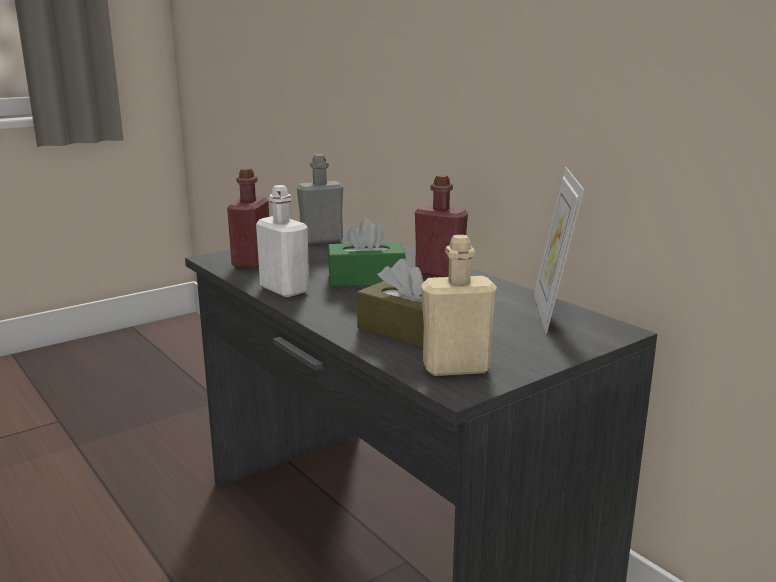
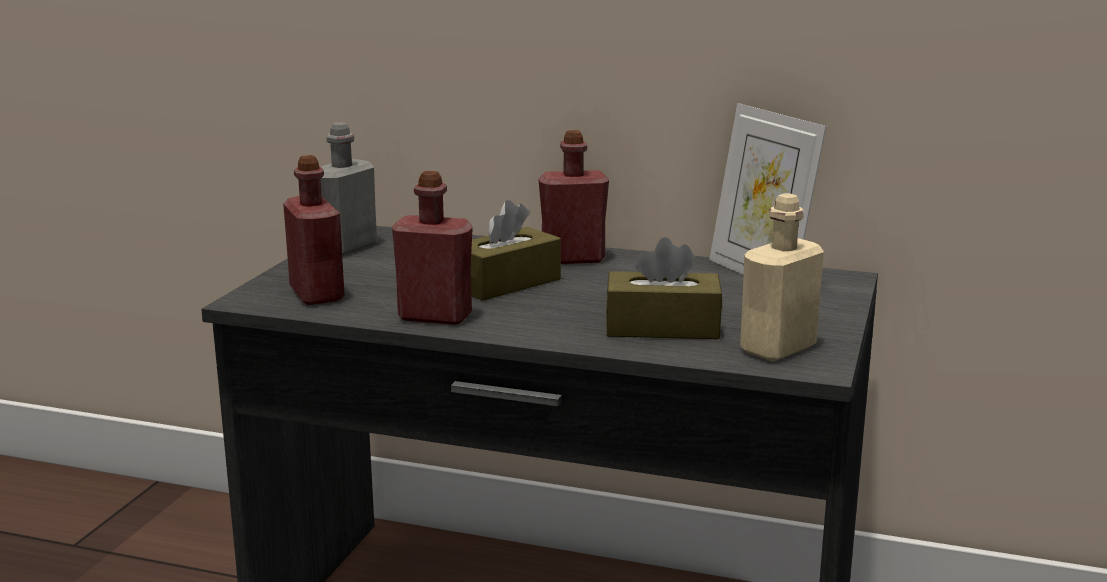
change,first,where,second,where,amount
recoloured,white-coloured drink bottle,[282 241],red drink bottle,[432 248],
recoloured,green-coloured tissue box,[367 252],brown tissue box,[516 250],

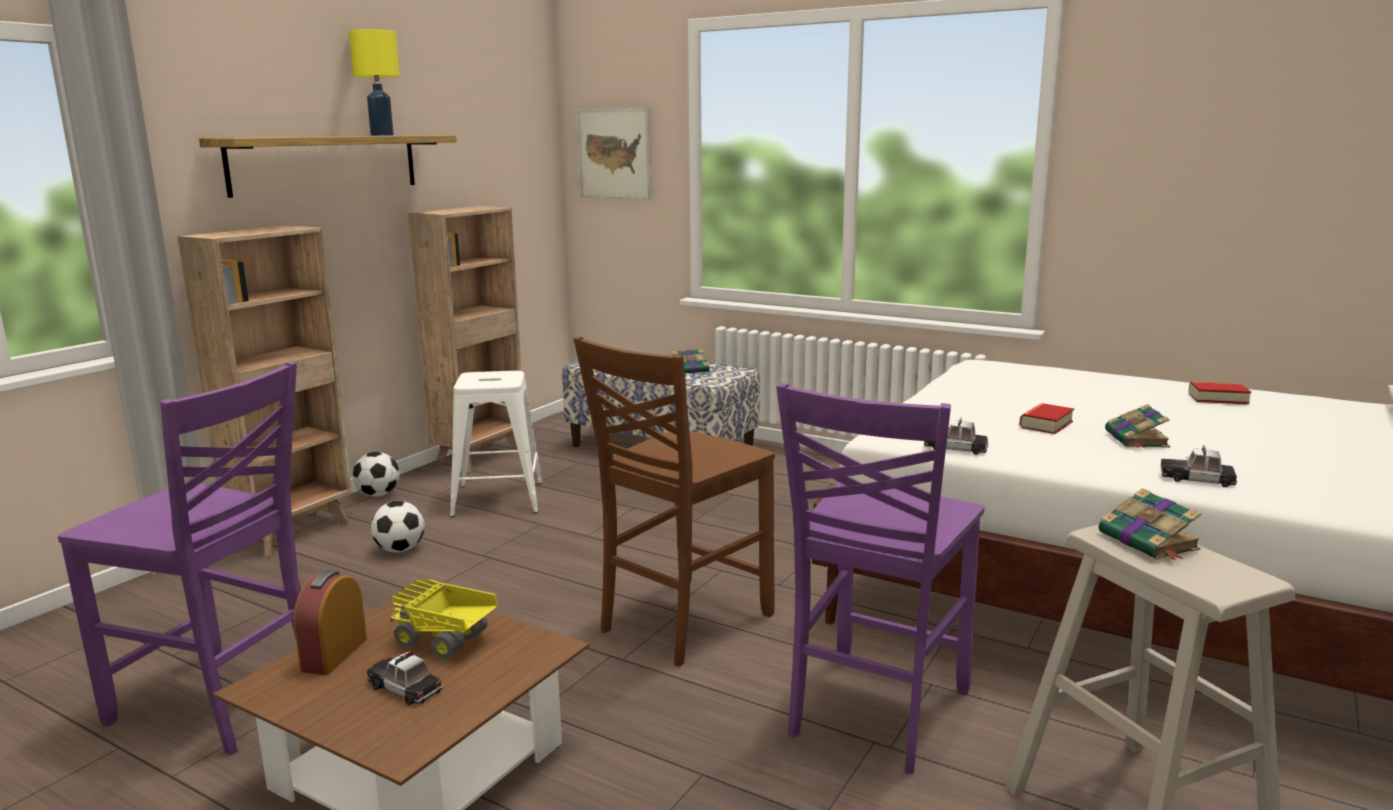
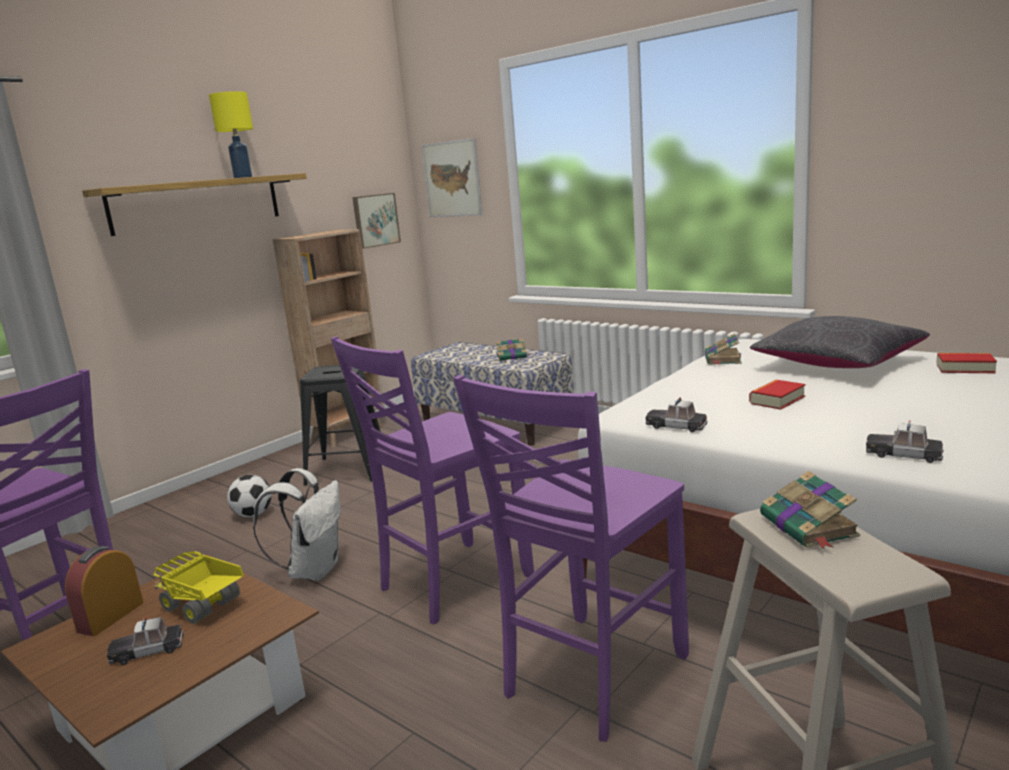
change,first,where,second,where,amount
turned,miniature car,[405 678],,[145 641],60 degrees counterclockwise
added,,,white-coloured backpack,[297 524],
recoloured,white-coloured stool,[496 444],blackish stool,[340 425],
recoloured,brown chair,[674 501],purple chair,[432 480],
added,,,wall picture,[376 221],
moved,book,[1137 426],,[723 349],
added,,,blackish throw pillow,[840 342],
removed,brown bookshelf,[264 391],,,
removed,football ball,[375 474],,,

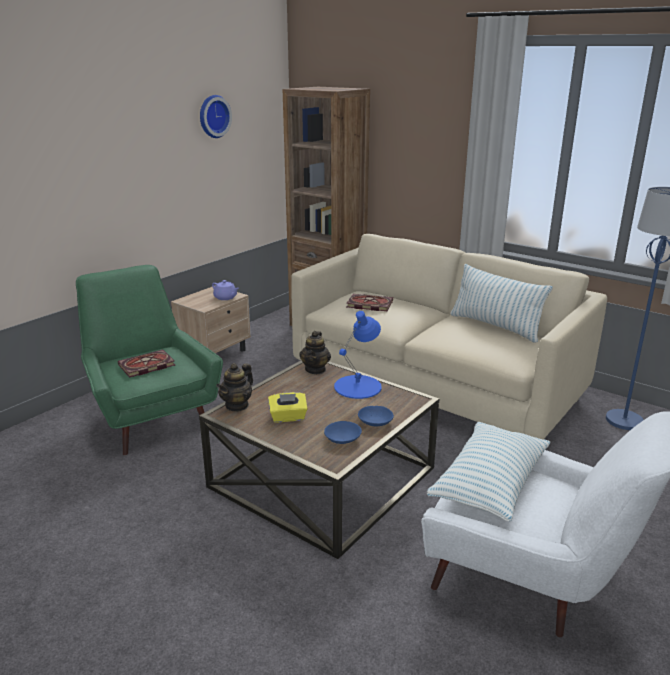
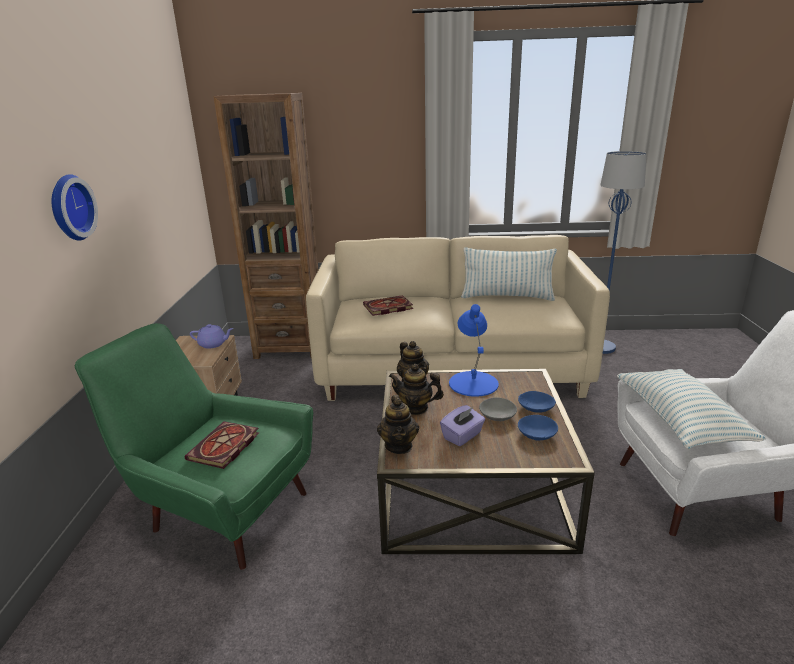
change,first,where,second,where,amount
moved,wall clock,[216 116],,[75 207],
added,,,teapot,[416 389],
recoloured,yellow tissue box,[288 407],purple tissue box,[462 425],
added,,,gray deep dish,[498 409],

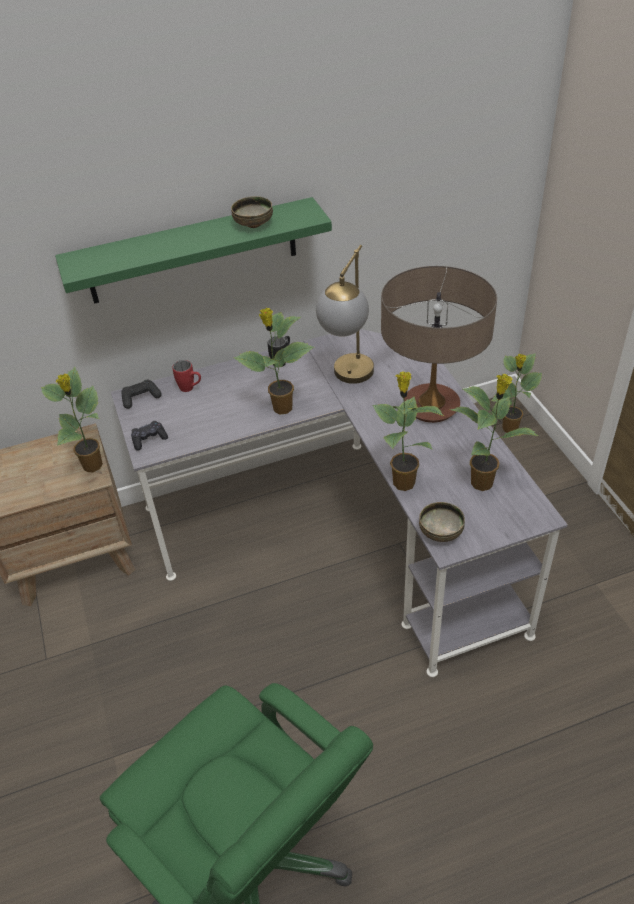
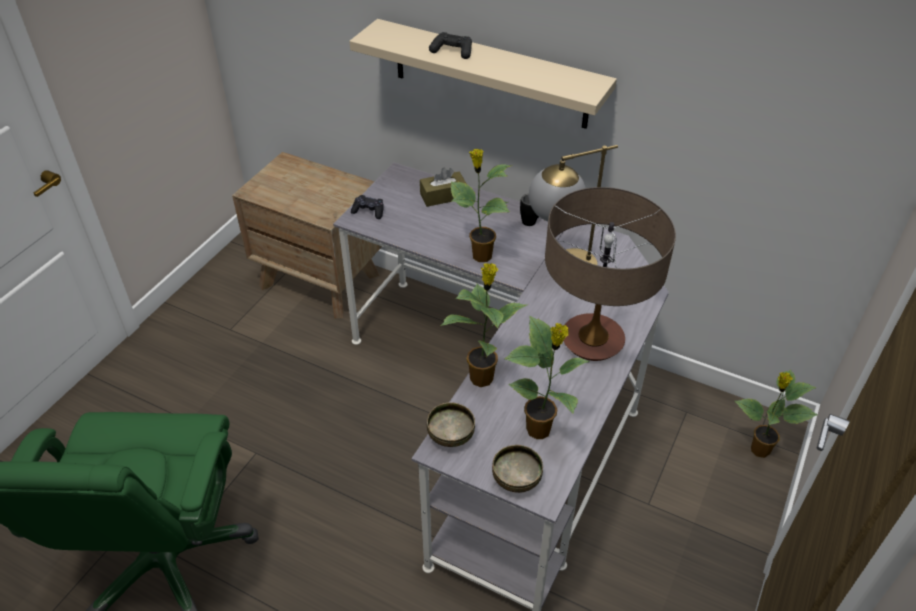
change,first,where,second,where,amount
recoloured,green-coloured wall shelf,[193 250],beige wall shelf,[483 74],
replaced,red mug,[186 376],brown tissue box,[443 187],
moved,blackish joypad,[141 394],,[450 45],
moved,deep dish,[252 212],,[517 469],
removed,potted plant,[72 419],,,

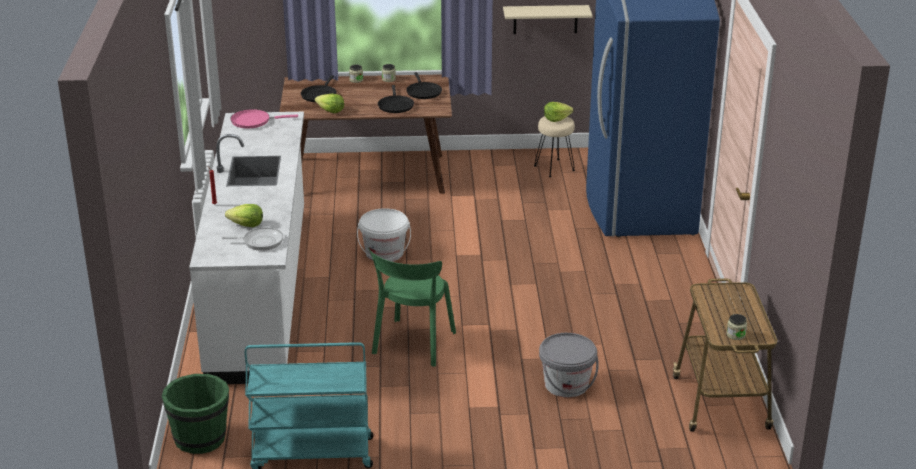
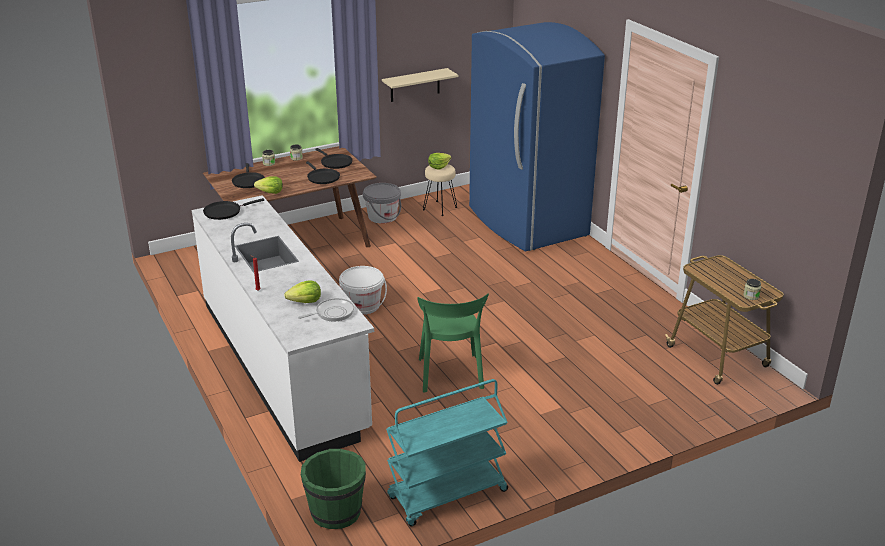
change,first,where,second,where,amount
recoloured,pinkish frying pan,[264 118],blackish frying pan,[233 209],
moved,gray pail,[569 365],,[382 203],

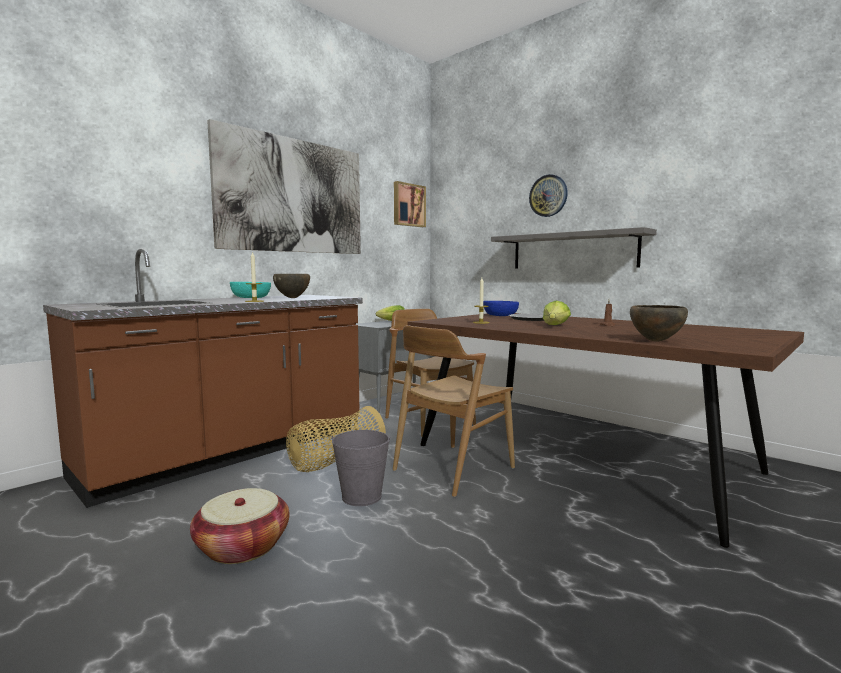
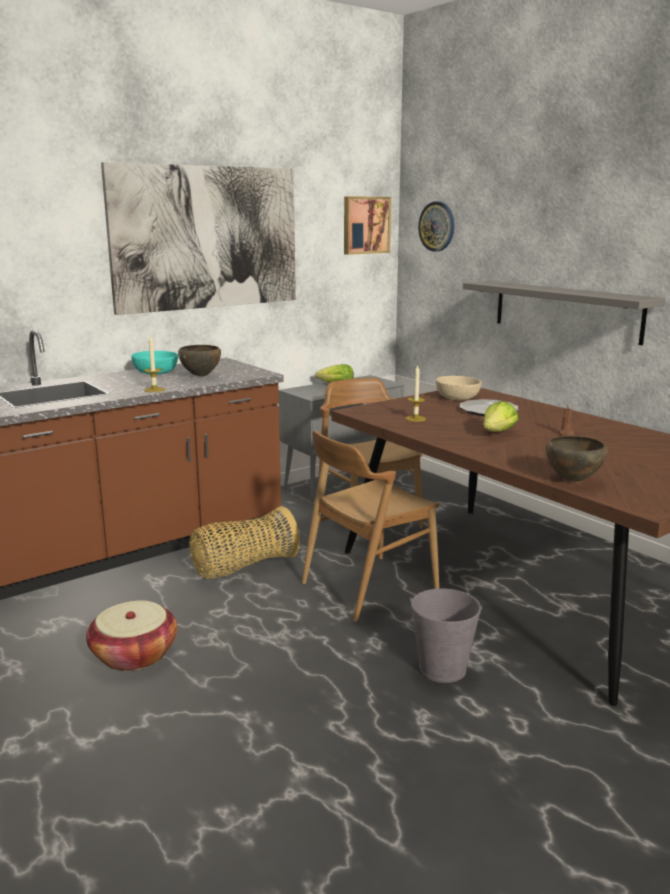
change,first,where,second,where,amount
moved,gray pail,[360 468],,[446 635],
moved,wall clock,[548 195],,[436 227],
recoloured,bluish deep dish,[501 308],beige deep dish,[458 388],

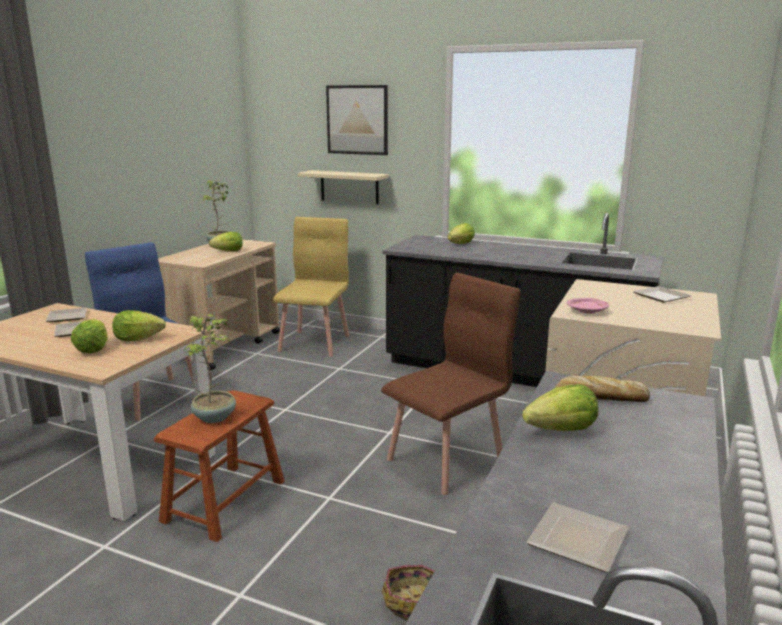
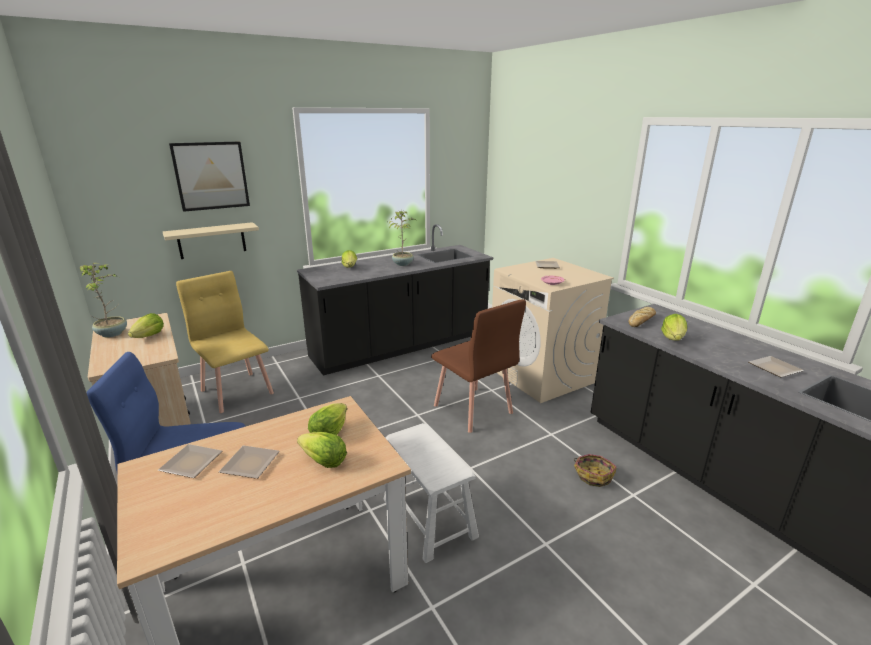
change,first,where,second,where,amount
recoloured,brown stool,[219 466],white-coloured stool,[431 493],
moved,potted plant,[210 368],,[402 238],
turned,brown chair,[450 384],,[478 366],150 degrees clockwise

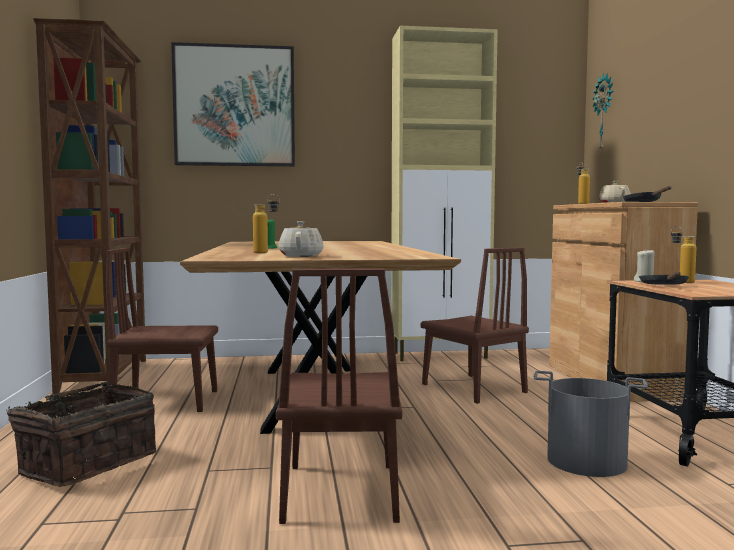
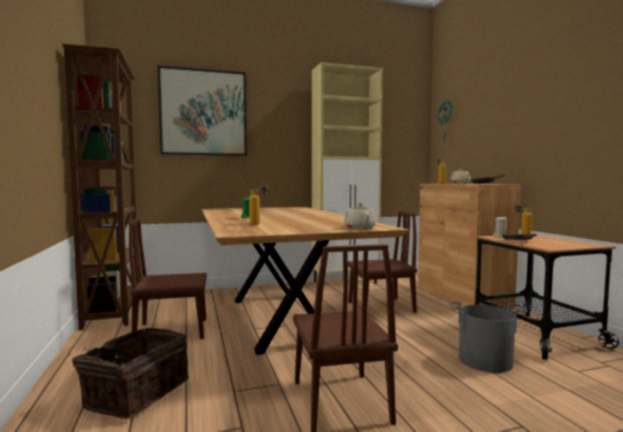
change,first,where,second,where,amount
moved,beige teapot,[301 239],,[360 216],
turned,brown chair,[475 325],,[382 262],60 degrees counterclockwise

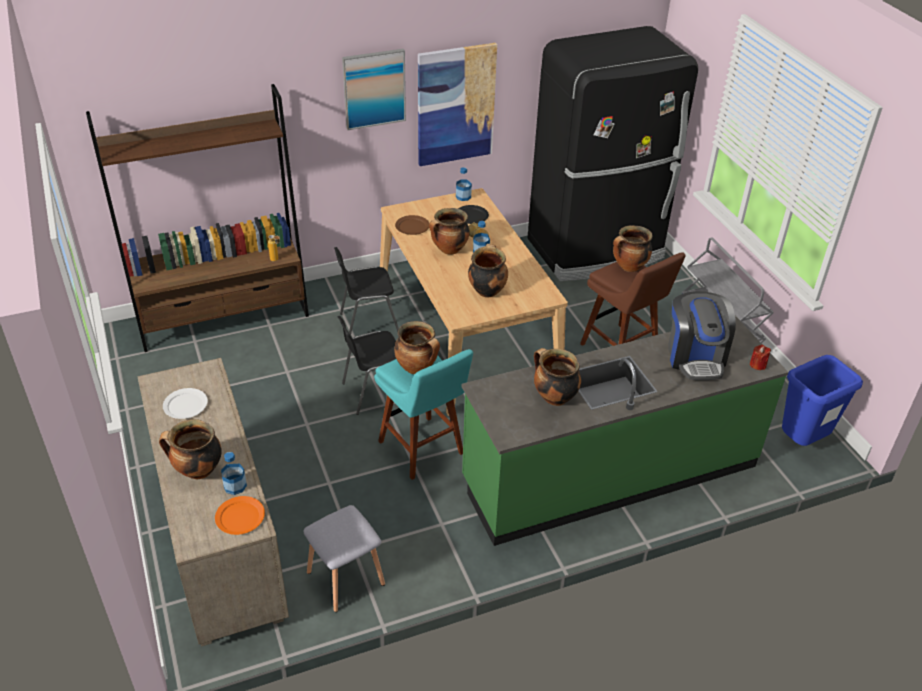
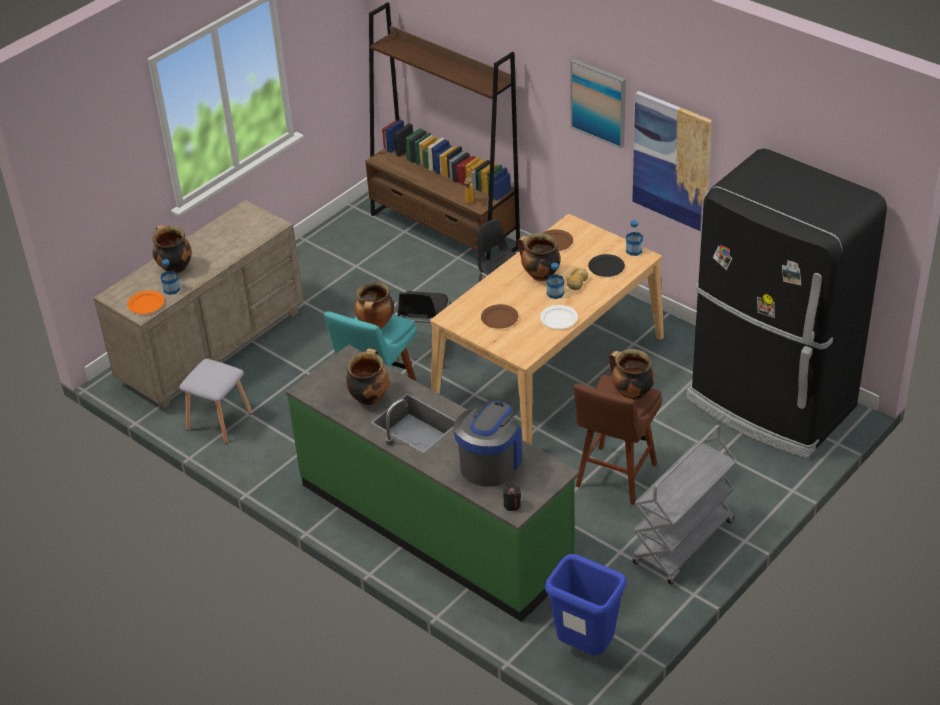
change,first,where,second,where,amount
turned,blackish chair,[367 365],,[423 330],120 degrees counterclockwise
turned,coffee maker,[702 335],,[487 444],150 degrees clockwise
replaced,cooking pot,[488 271],brown plate,[500 316],
recoloured,red wax candle,[760 357],blackish wax candle,[512 497],
moved,white-coloured plate,[185 403],,[559 317],

